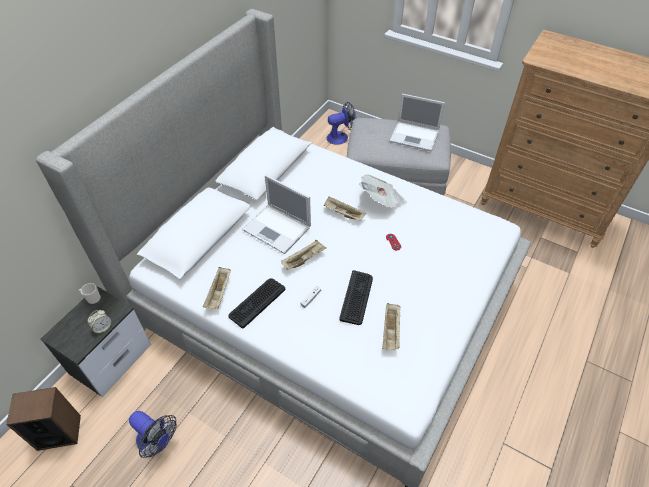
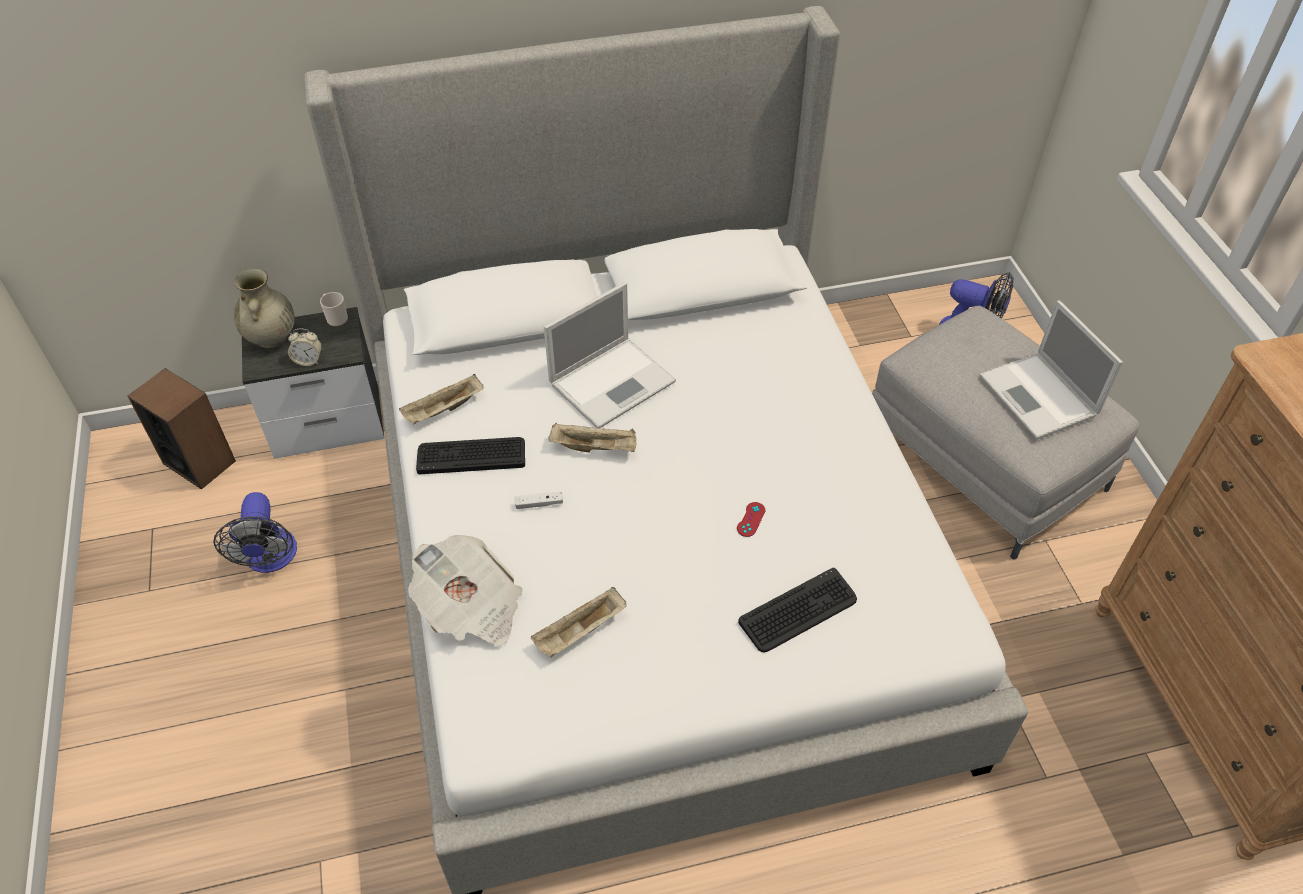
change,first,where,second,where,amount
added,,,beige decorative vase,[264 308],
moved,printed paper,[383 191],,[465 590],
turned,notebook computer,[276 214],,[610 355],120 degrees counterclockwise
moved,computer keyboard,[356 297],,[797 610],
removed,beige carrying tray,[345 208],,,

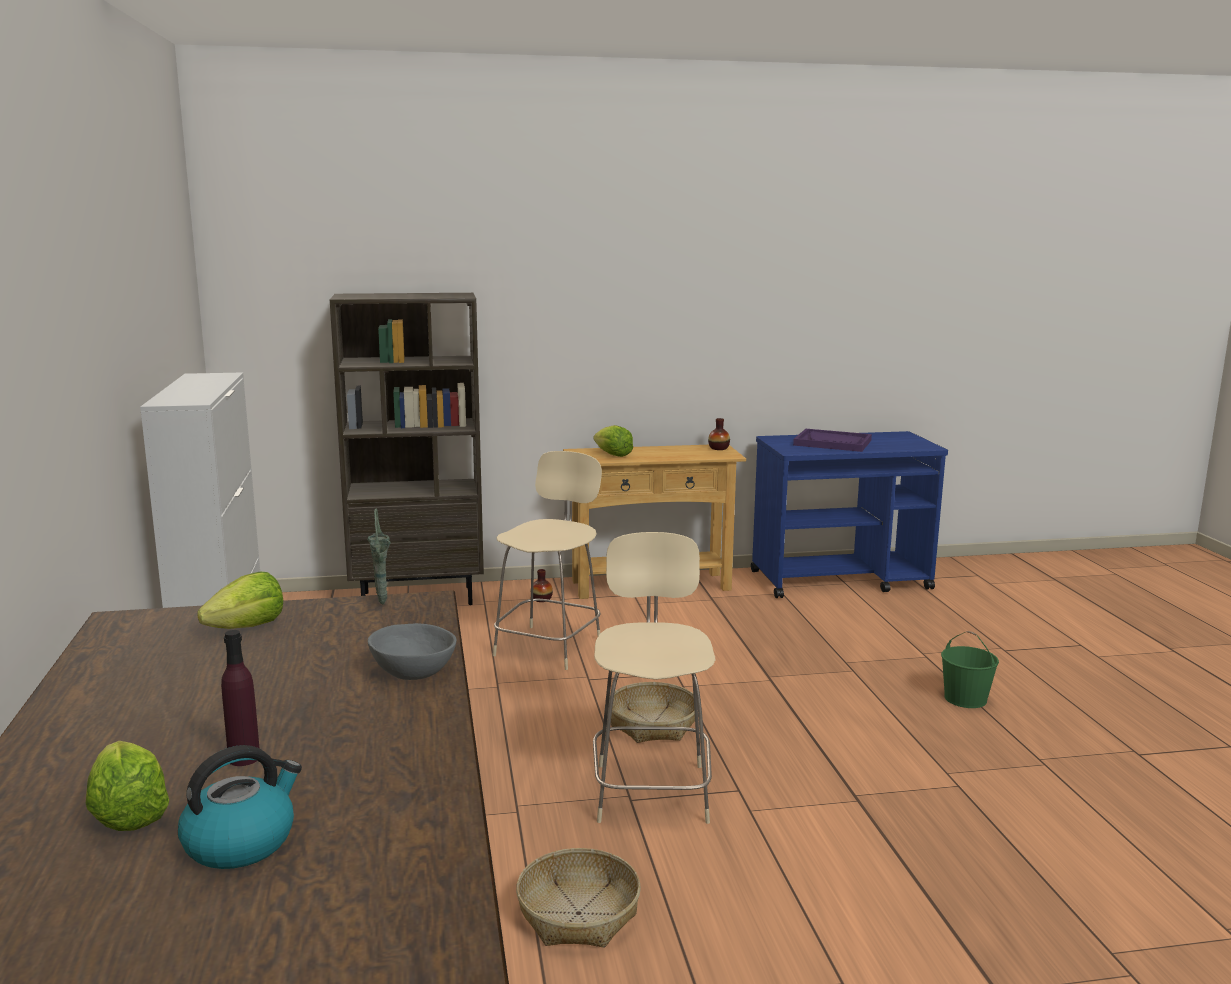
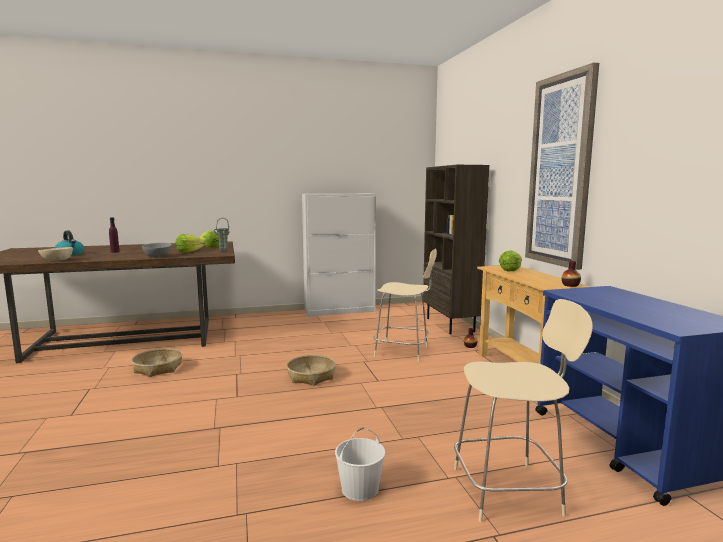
change,first,where,second,where,amount
added,,,beige deep dish,[55 254],
moved,lettuce head,[127 786],,[190 243],
recoloured,green-coloured pail,[970 669],white-coloured pail,[360 464],
moved,beige stool,[654 678],,[523 410],
added,,,wall picture,[562 166],
removed,purple carrying tray,[832 440],,,

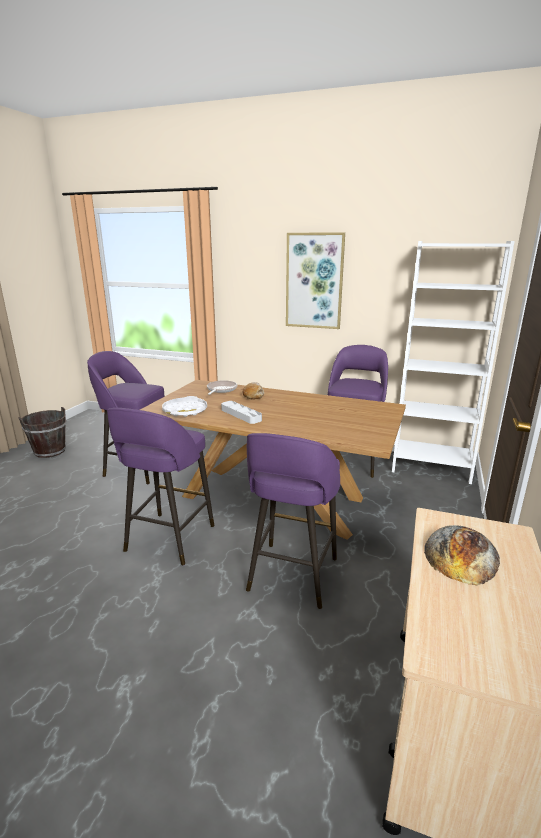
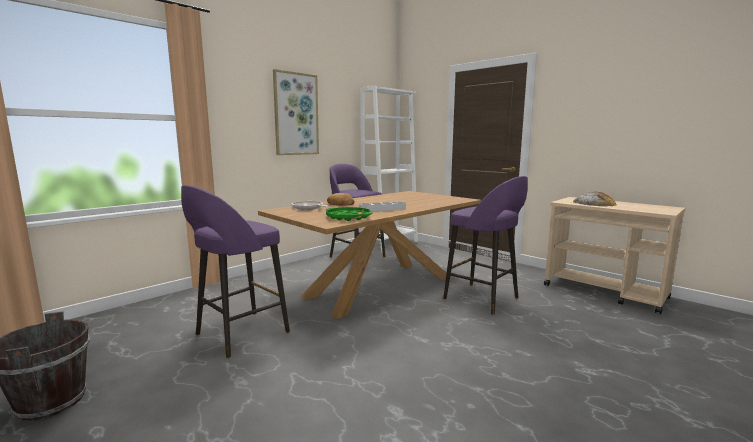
change,first,where,second,where,amount
recoloured,white-coloured carrying tray,[184 406],green-coloured carrying tray,[349 214],
removed,purple stool,[161 487],,,

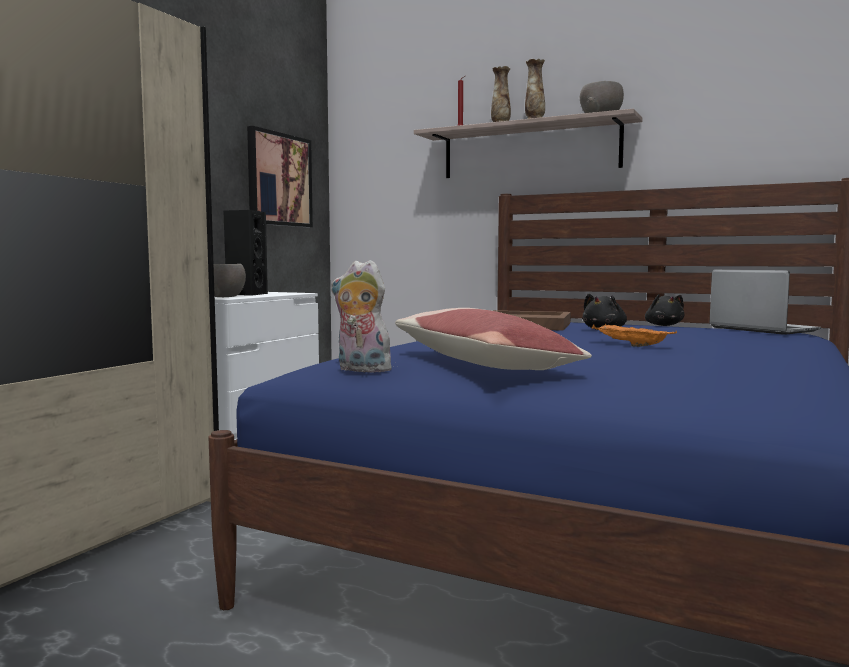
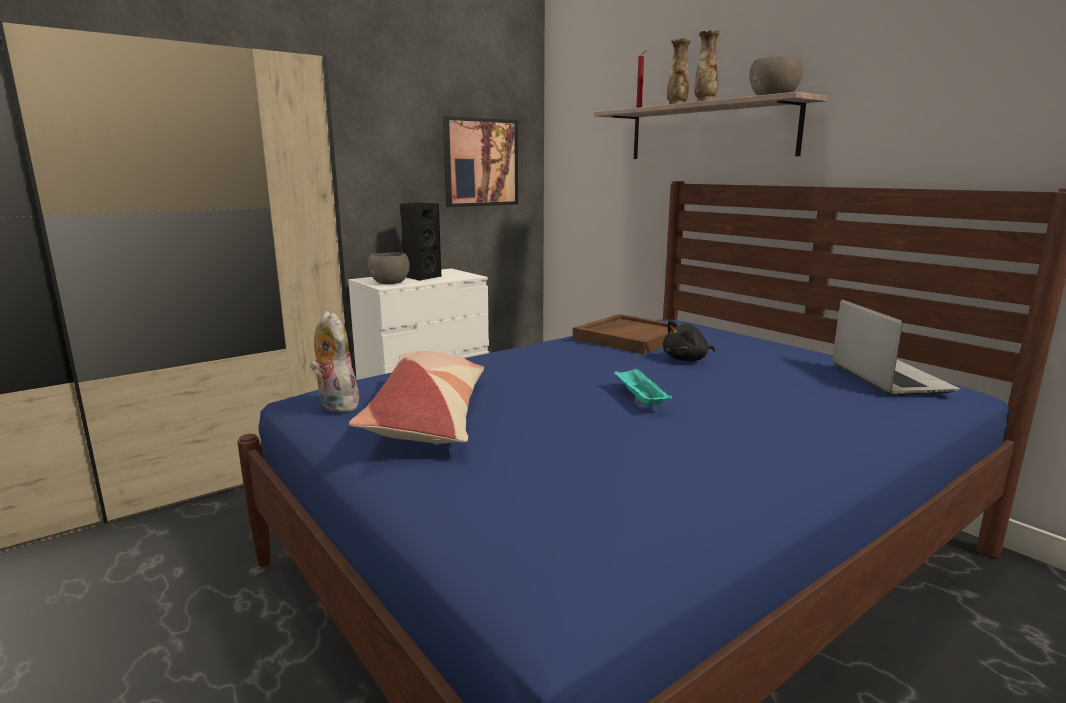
change,first,where,second,where,amount
recoloured,orange-coloured carrying tray,[634 335],turquoise carrying tray,[642 387],
removed,blackish soft toy,[665 310],,,

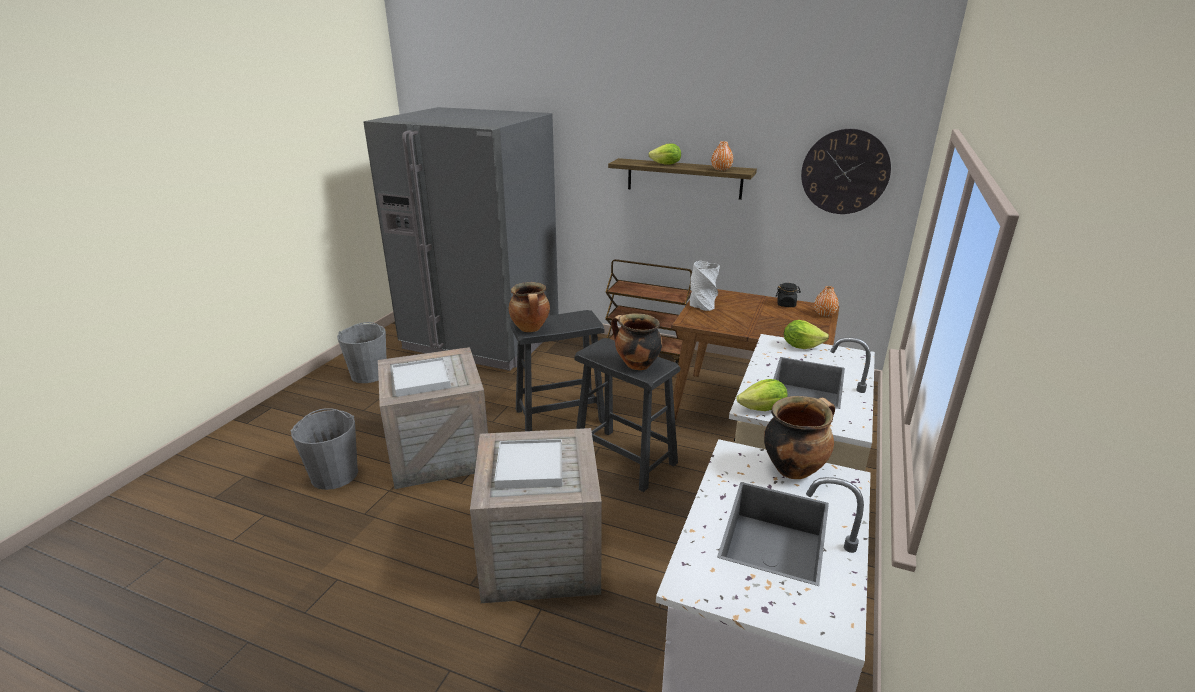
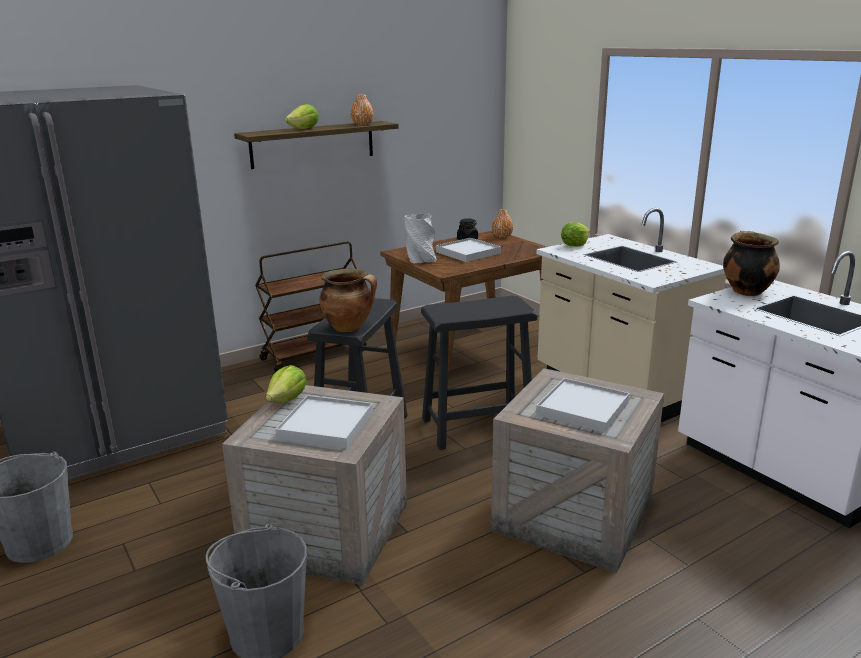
change,first,where,second,where,amount
moved,lettuce head,[762 395],,[286 384],
added,,,white-coloured carrying tray,[468 250],
removed,cooking pot,[636 341],,,
removed,wall clock,[846 171],,,

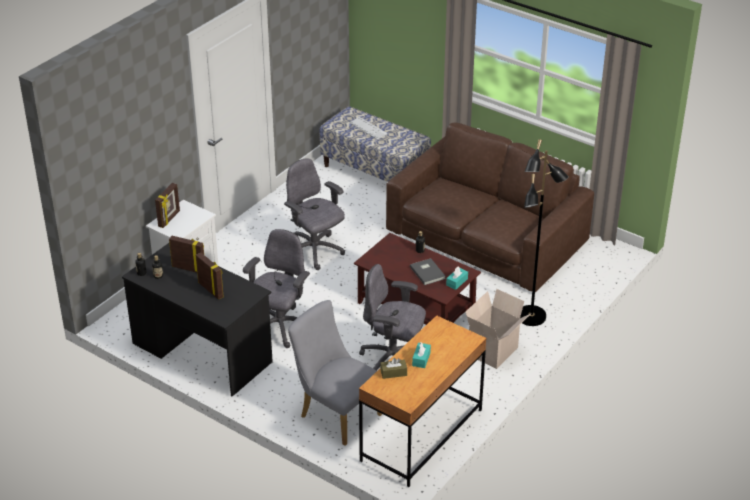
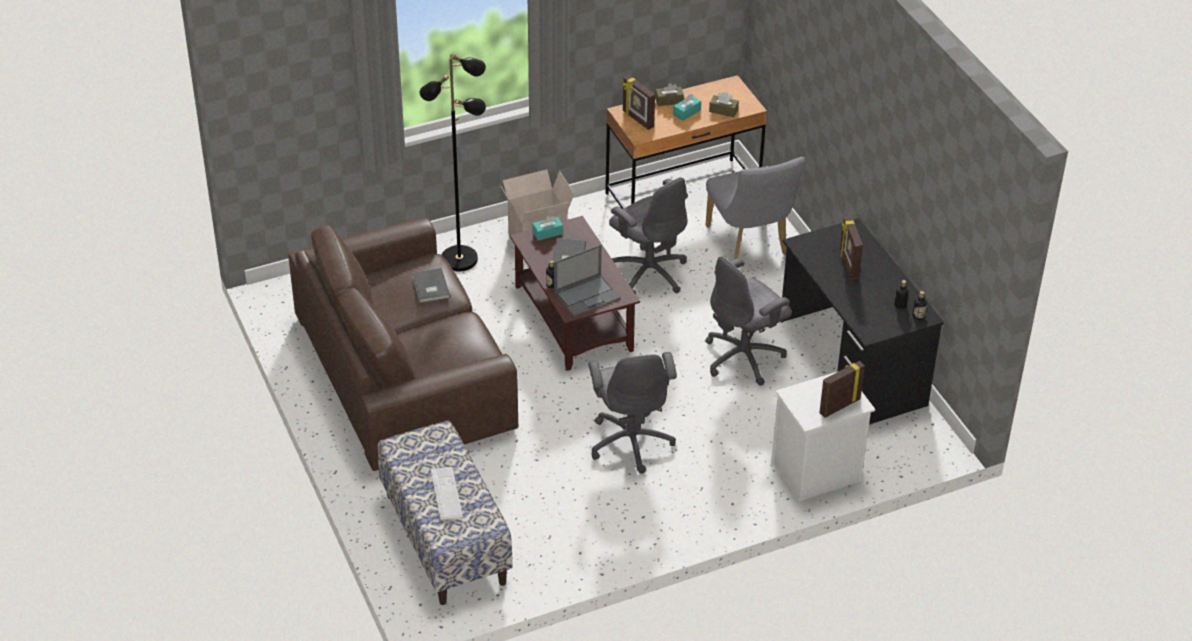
change,first,where,second,where,amount
added,,,gray book,[431 285],
added,,,notebook computer,[587 280],
moved,standing frame,[186 254],,[638 102],
added,,,brown tissue box,[669 94],

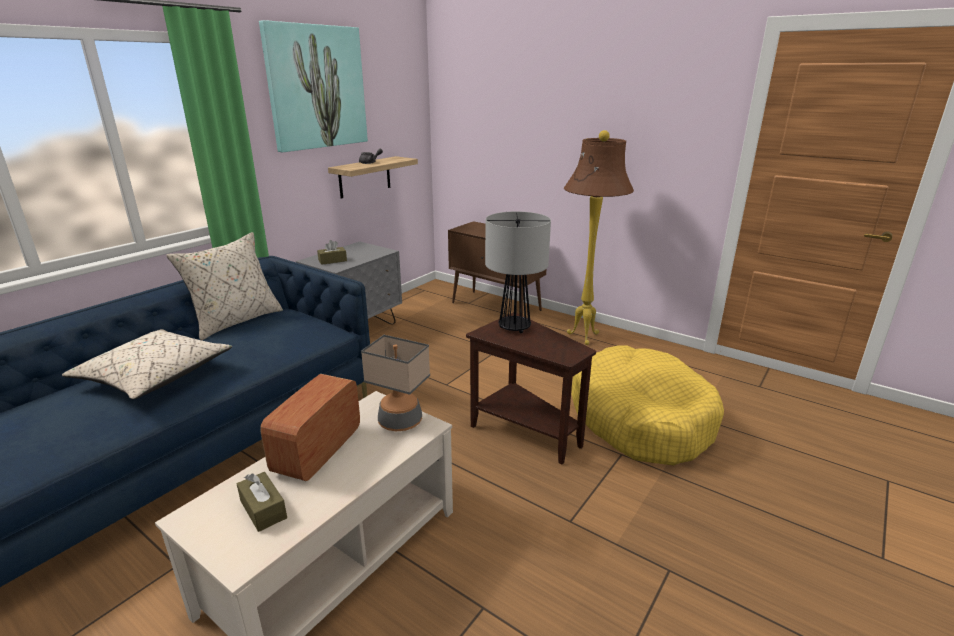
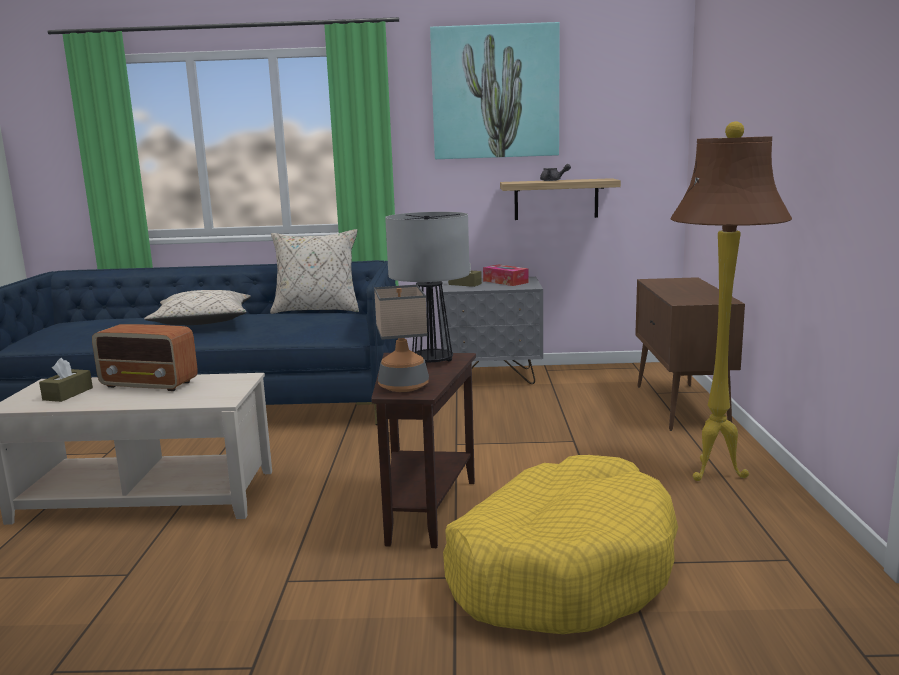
change,first,where,second,where,amount
turned,radio set,[310 427],,[145 357],150 degrees counterclockwise
moved,table lamp,[395 383],,[401 338],
added,,,tissue box,[506 275],

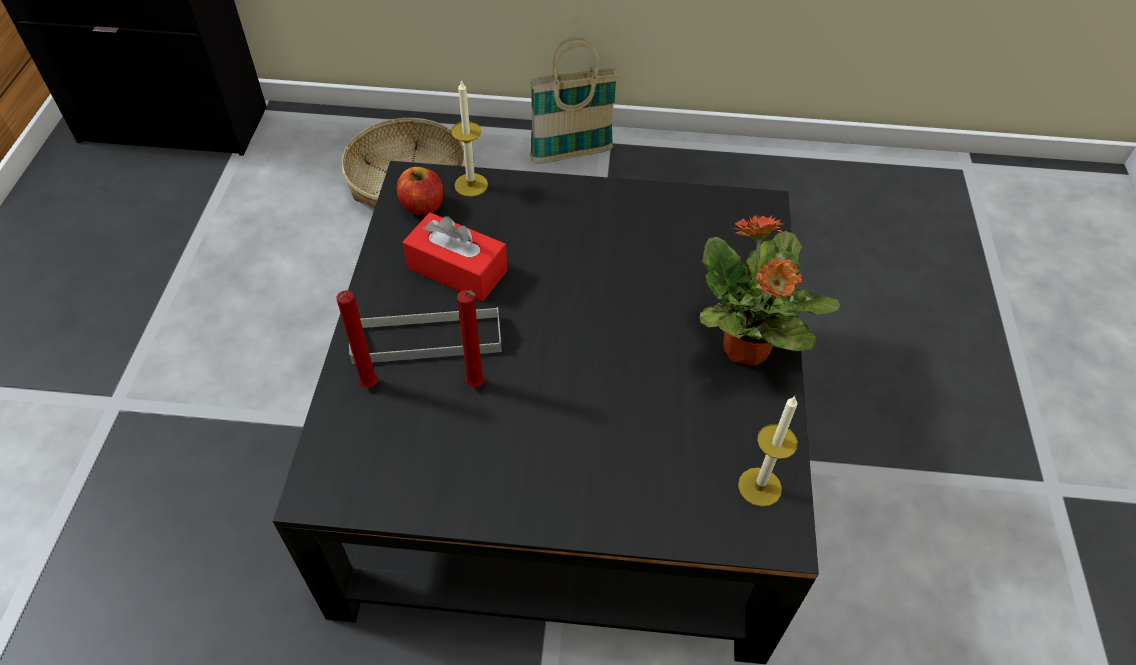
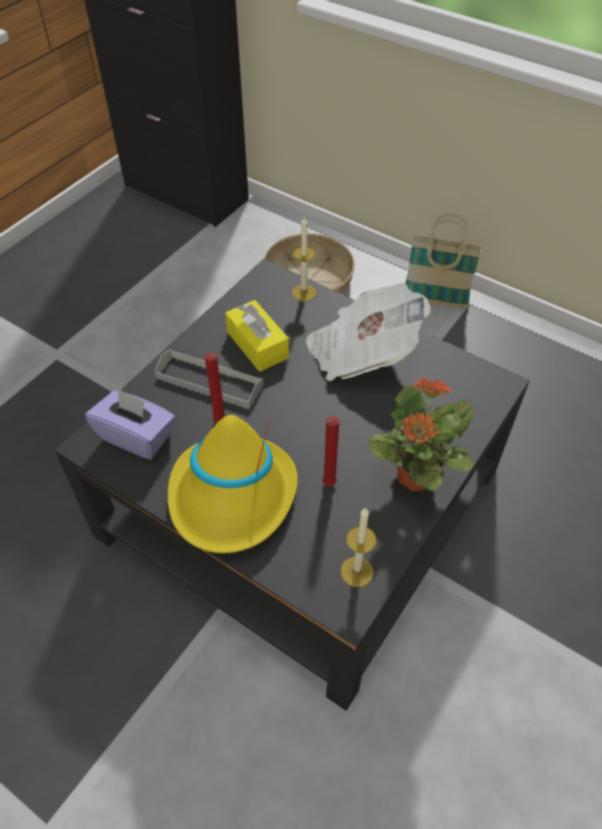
change,first,where,second,where,amount
added,,,purple tissue box,[130 424],
added,,,yellow hat,[233 484],
recoloured,red tissue box,[455 257],yellow tissue box,[257 336],
added,,,printed paper,[368 332],
moved,red wax candle,[357 339],,[330 451],
removed,apple,[420 191],,,

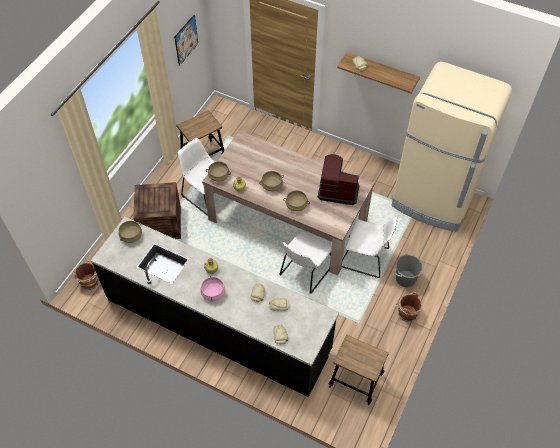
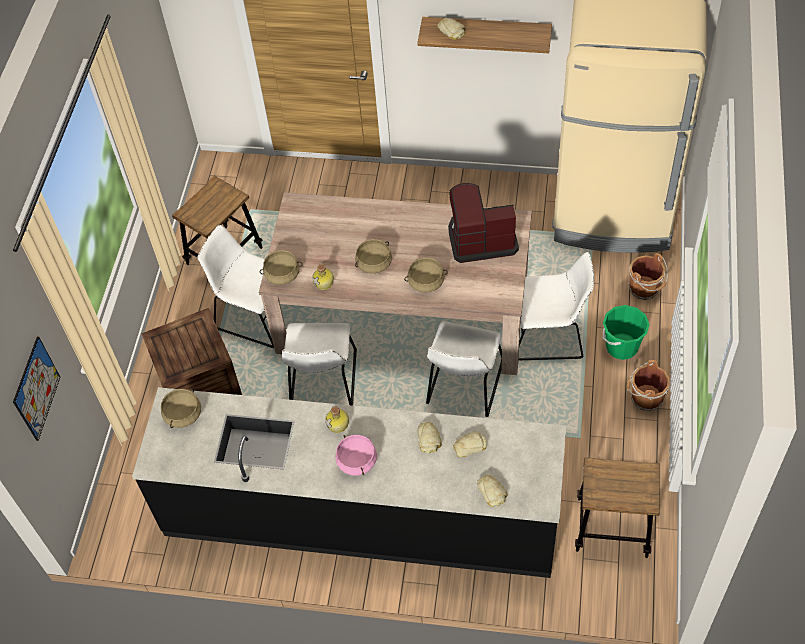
change,first,where,second,where,amount
moved,wall picture,[186 40],,[36 388],
added,,,white-coloured chair,[319 364],
recoloured,gray pail,[408 270],green-coloured pail,[626 332],
moved,brown pail,[86 276],,[648 276],

